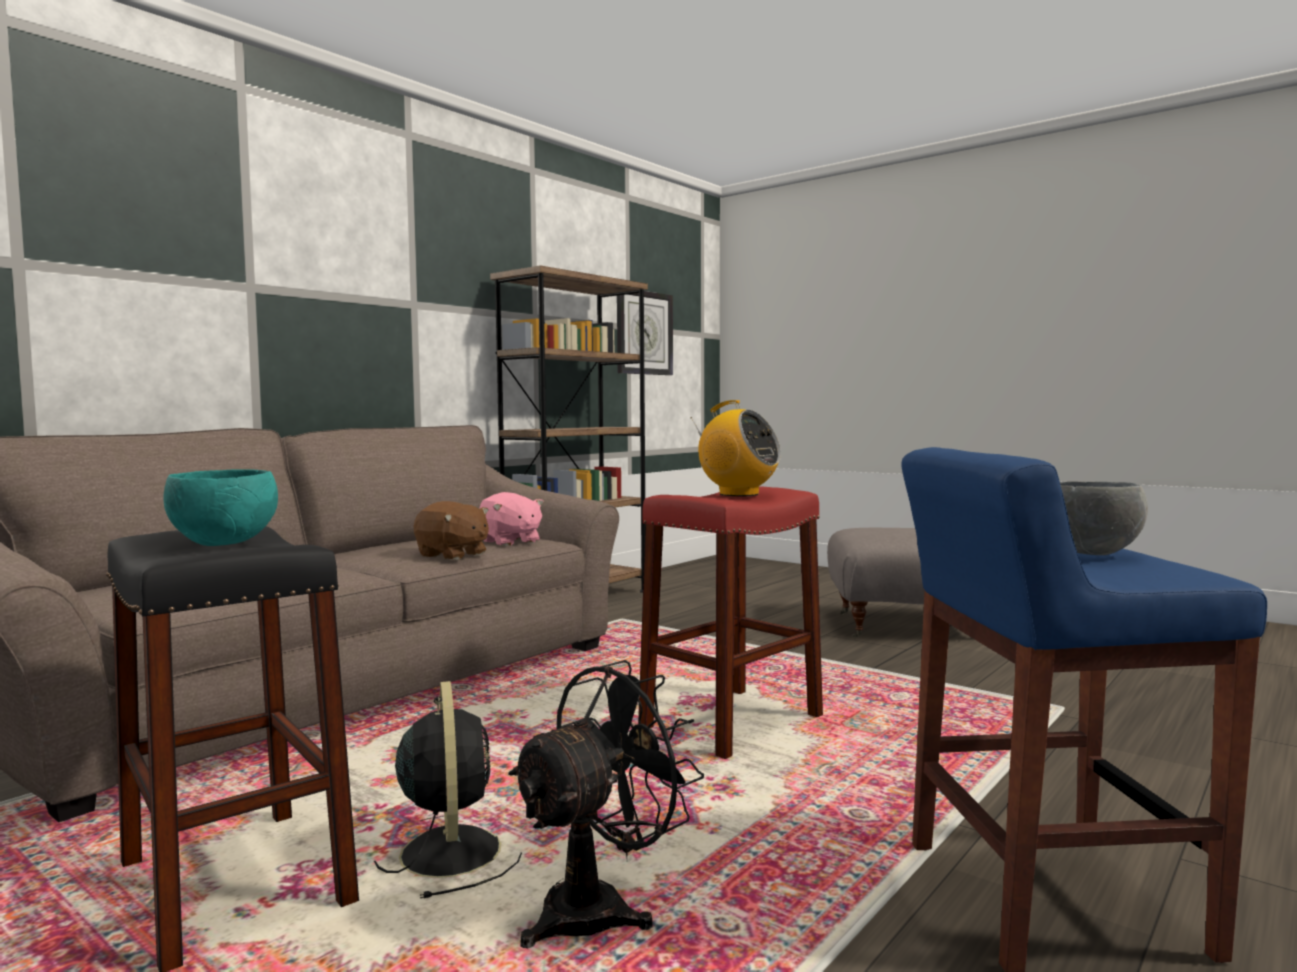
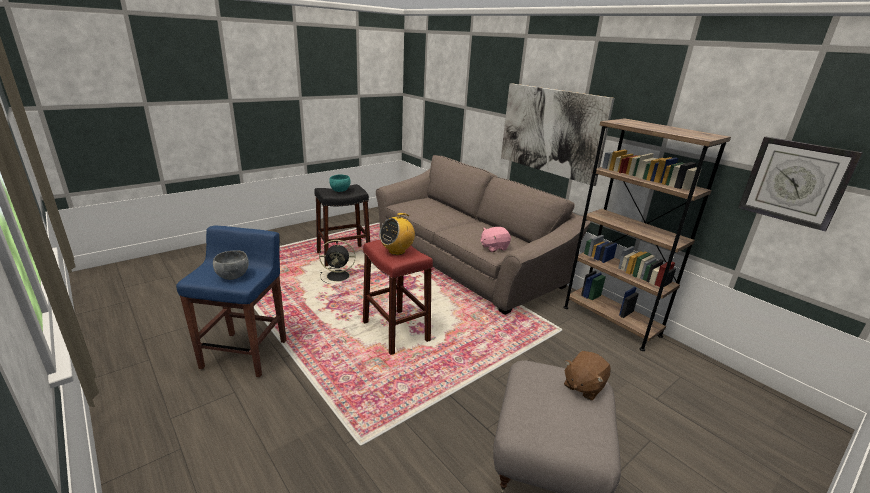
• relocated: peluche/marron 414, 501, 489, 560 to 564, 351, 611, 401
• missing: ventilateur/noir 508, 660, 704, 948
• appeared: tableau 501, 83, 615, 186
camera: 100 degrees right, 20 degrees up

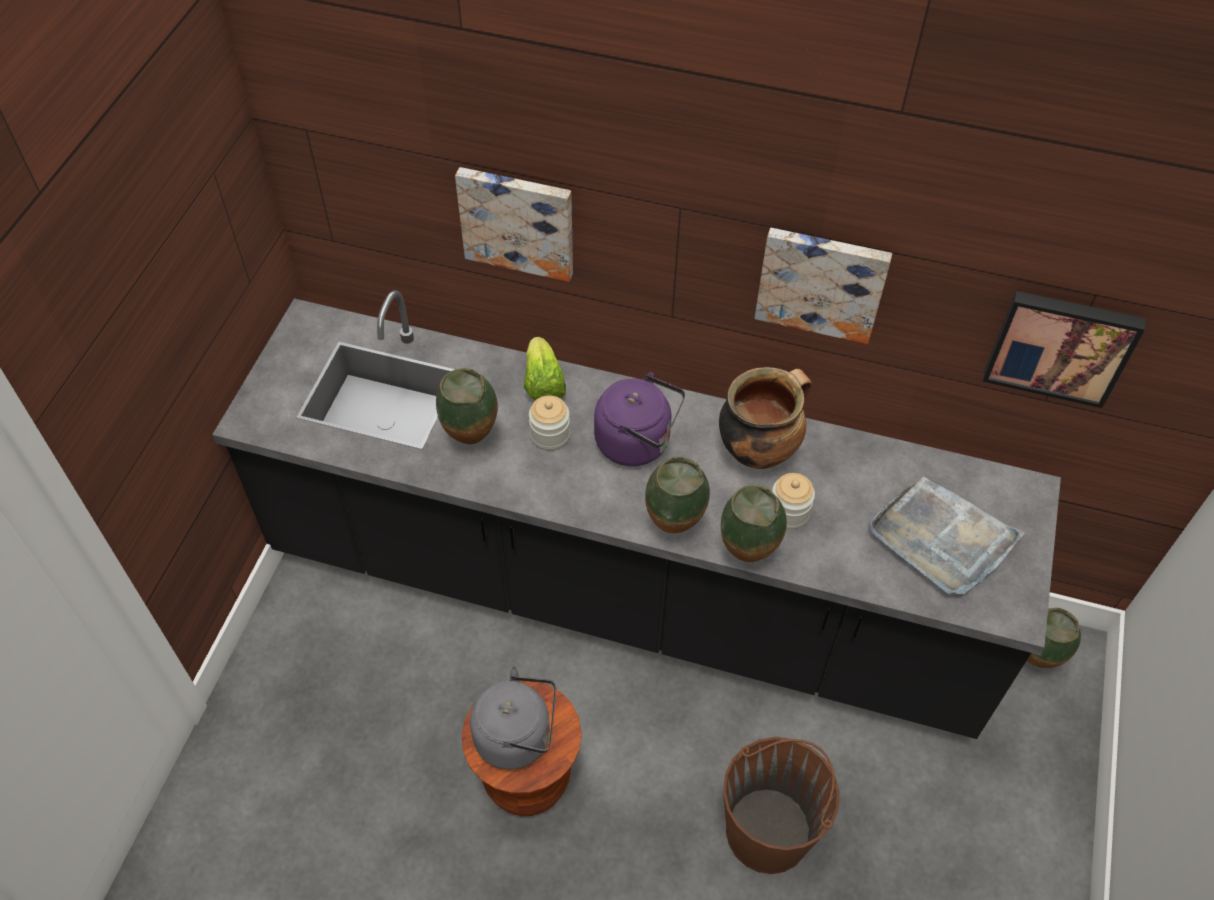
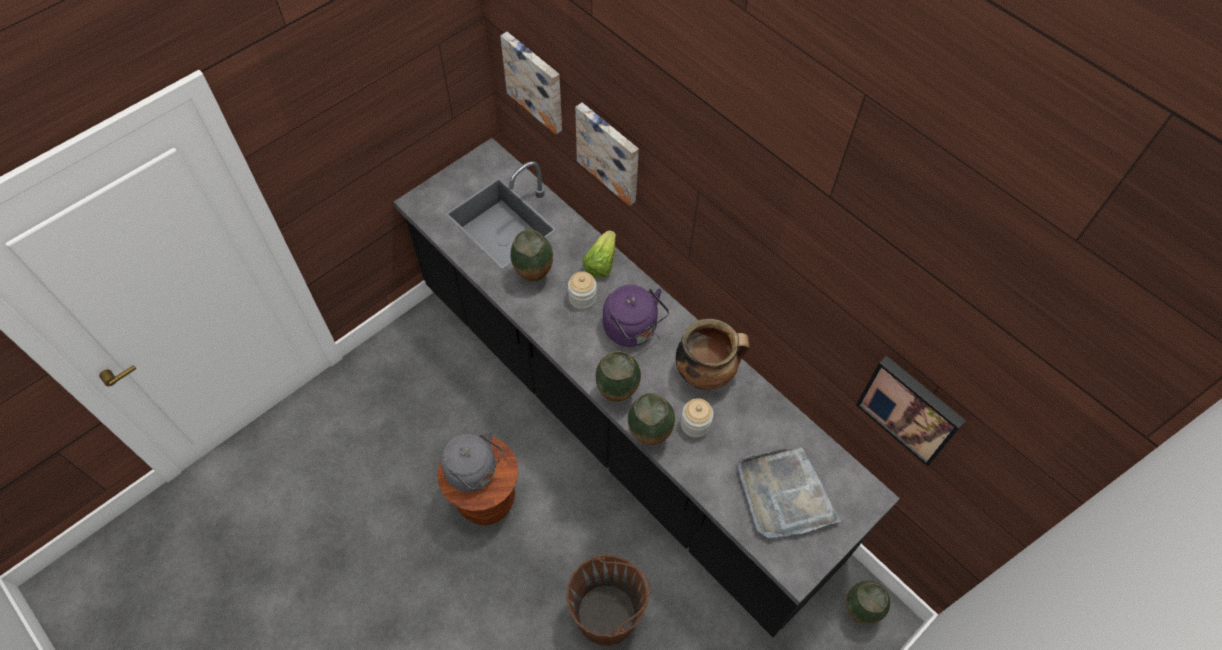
• relocated: tableau 755, 227, 892, 344 to 500, 32, 562, 135
camera: 30 degrees right, 5 degrees up

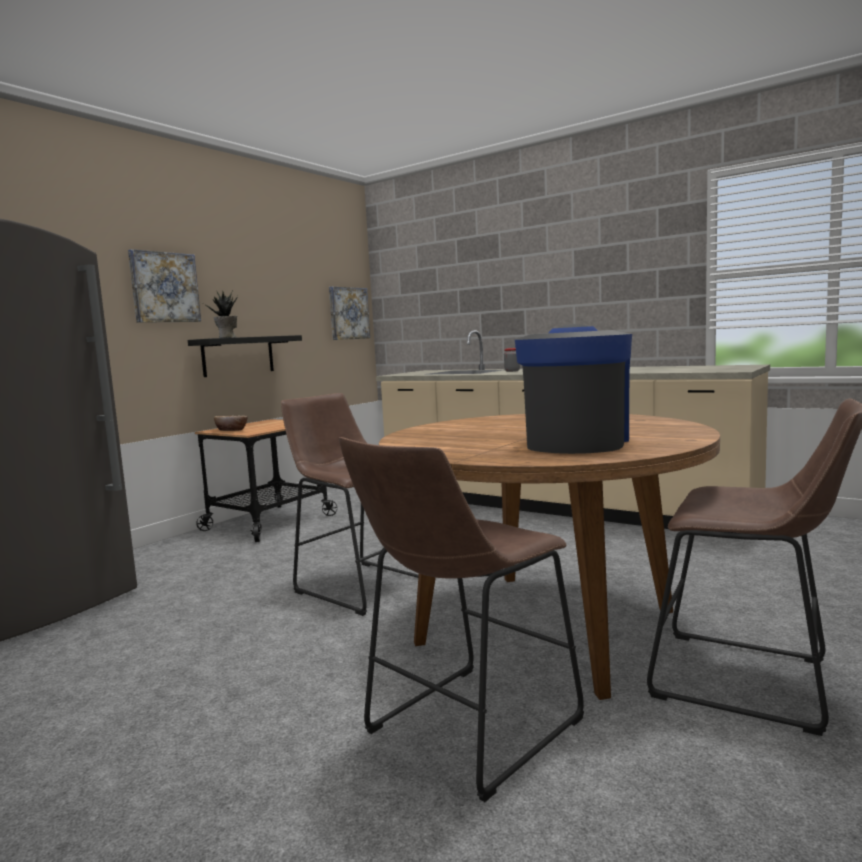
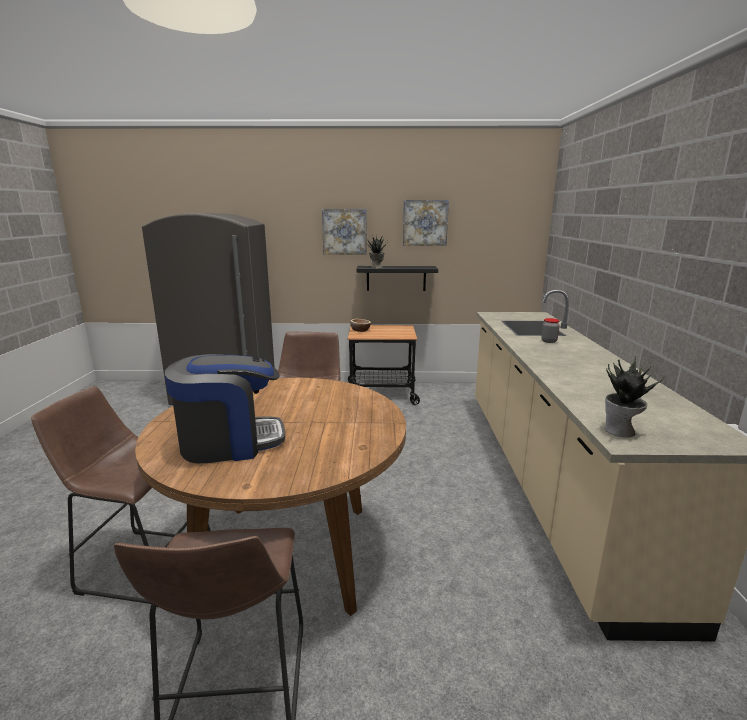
• relocated: tableau 329, 287, 370, 340 to 403, 200, 449, 246
• appeared: plante en pot 605, 356, 665, 437
camera: 55 degrees right, 10 degrees up

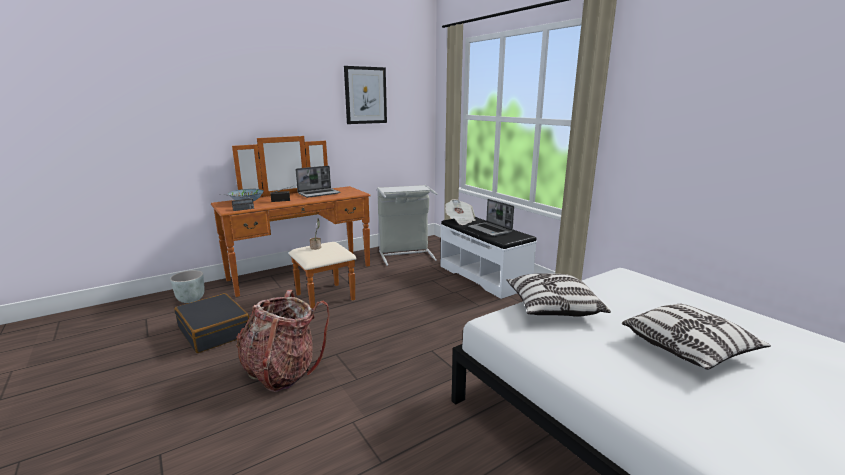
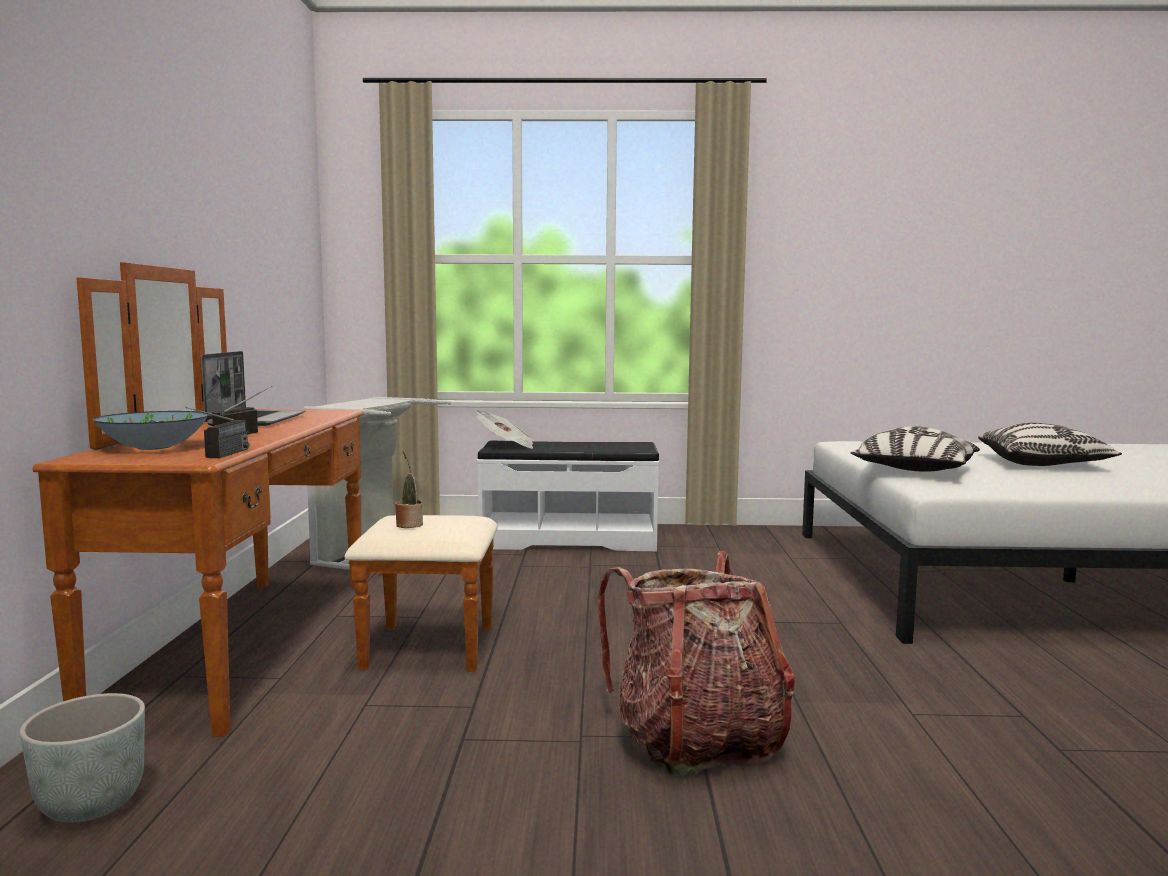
• missing: valise/noir 174, 293, 250, 353
• missing: tableau 344, 66, 387, 124
• missing: ordinateur portable 468, 199, 514, 236
camera: 55 degrees left, 10 degrees down

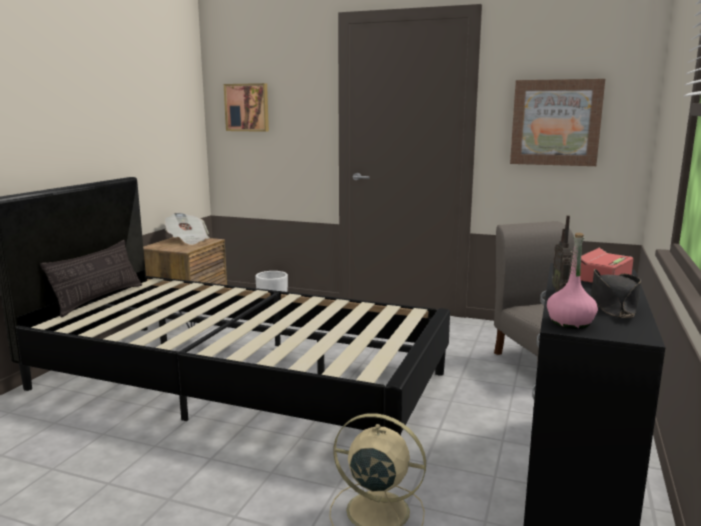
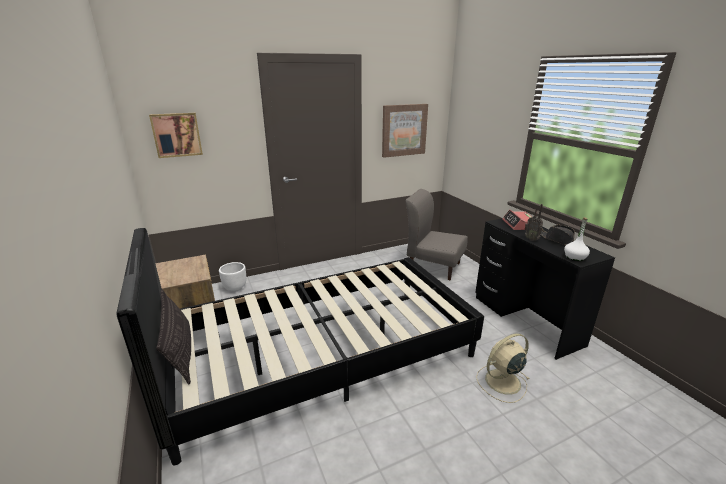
• missing: journal 165, 212, 210, 245
• colour: bouteille/rose 547, 233, 598, 329 to bouteille/blanc 564, 217, 590, 261
camera: 45 degrees left, 10 degrees up

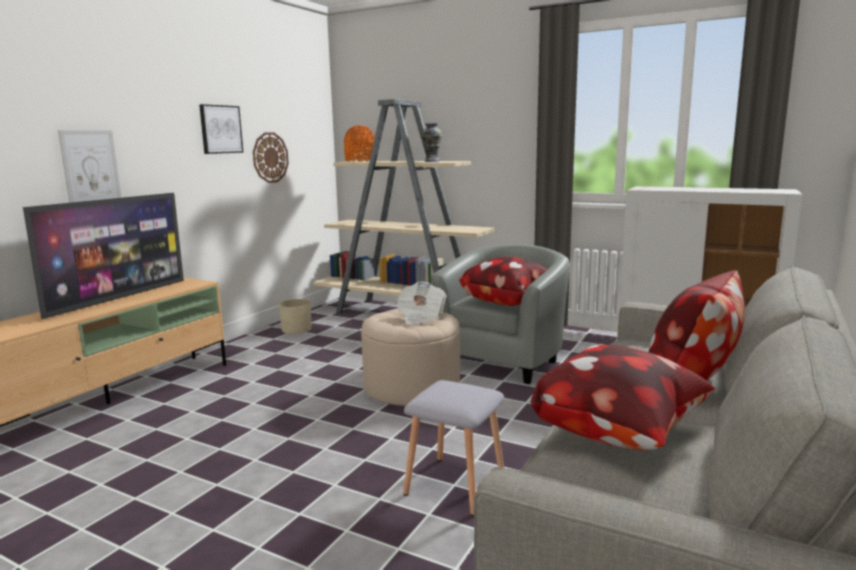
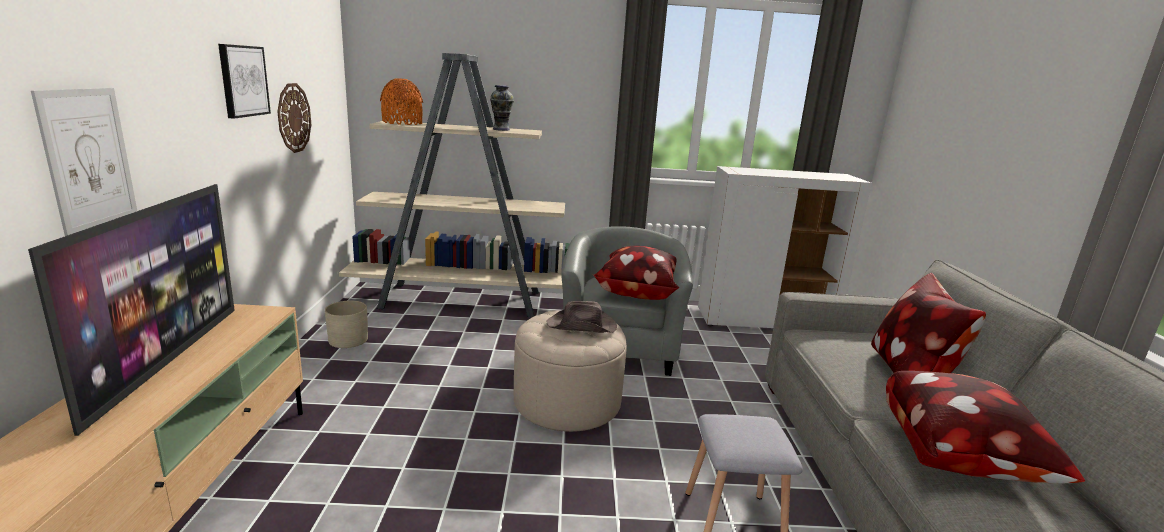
• exchanged: journal 396, 282, 447, 325 to chapeau/marron 547, 301, 617, 333
camera: 30 degrees left, 5 degrees up

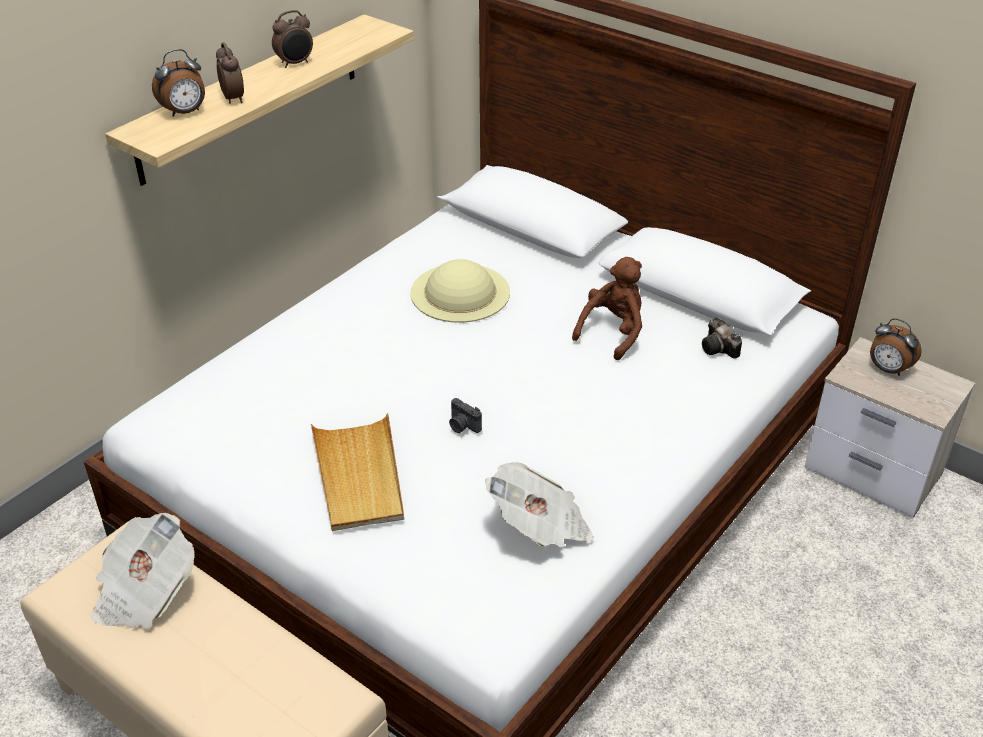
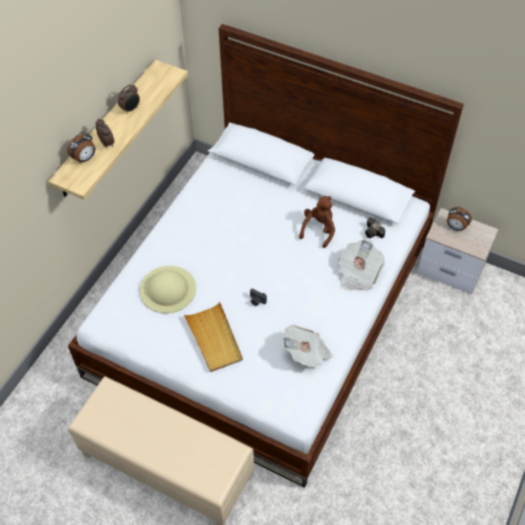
• relocated: journal 91, 513, 194, 630 to 338, 239, 385, 291
• relocated: chapeau/beige 411, 259, 510, 323 to 139, 266, 196, 313
camera: 10 degrees left, 15 degrees up

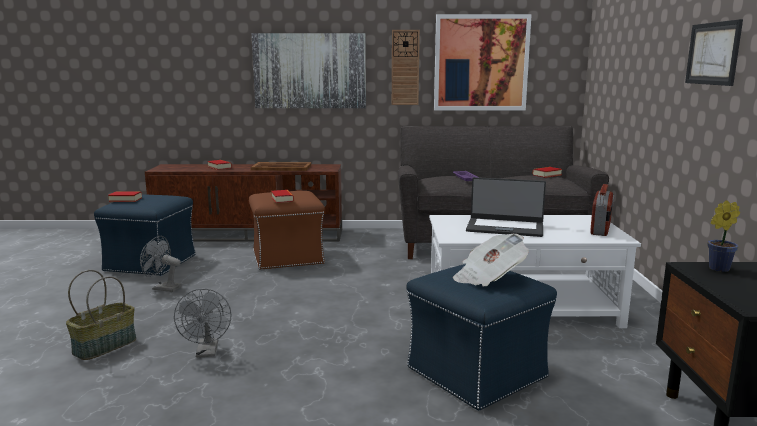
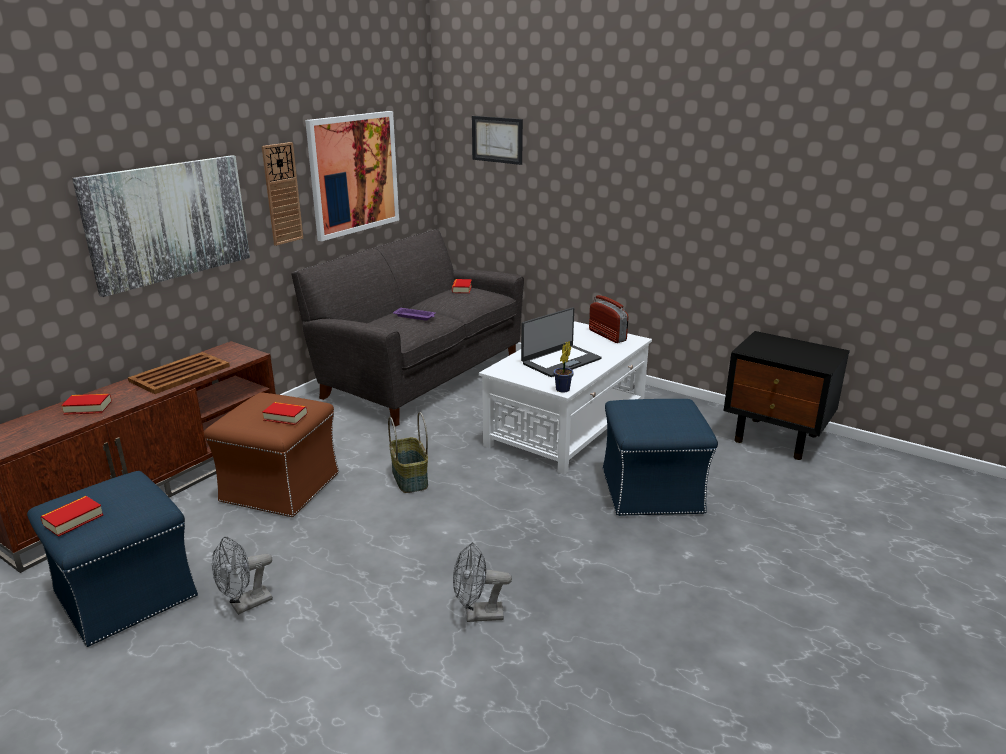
• relocated: panier 66, 270, 136, 360 to 388, 412, 428, 493
• spun: ventilateur/gris 174, 289, 232, 358 = 453, 542, 512, 622 150 degrees clockwise
• missing: journal 453, 234, 529, 287
• relocated: tableau 685, 19, 743, 86 to 472, 116, 523, 165
• relocated: plante en pot 708, 200, 740, 272 to 553, 341, 574, 393
camera: 55 degrees left, 10 degrees up

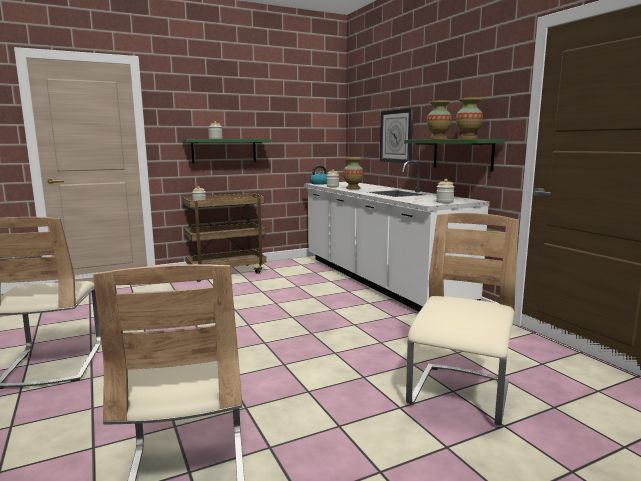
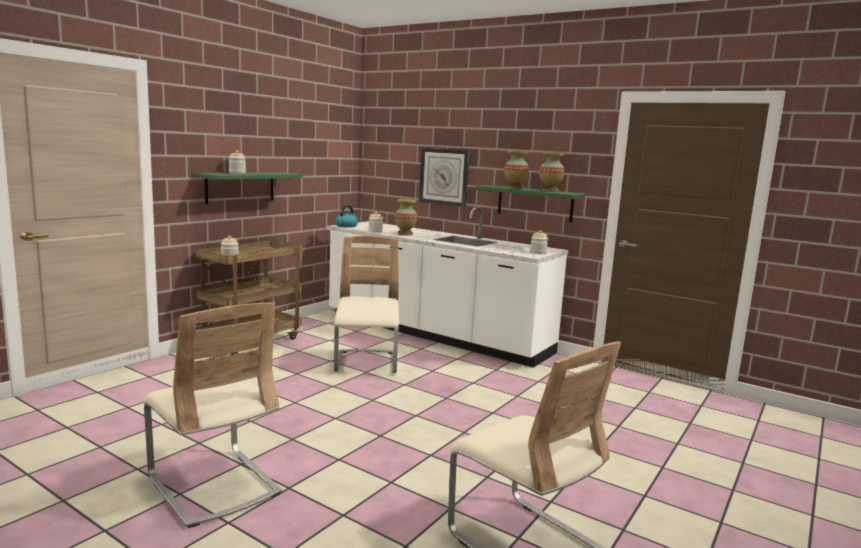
• relocated: chaise/beige 406, 213, 519, 426 to 334, 236, 399, 373
camera: 30 degrees left, 0 degrees up

